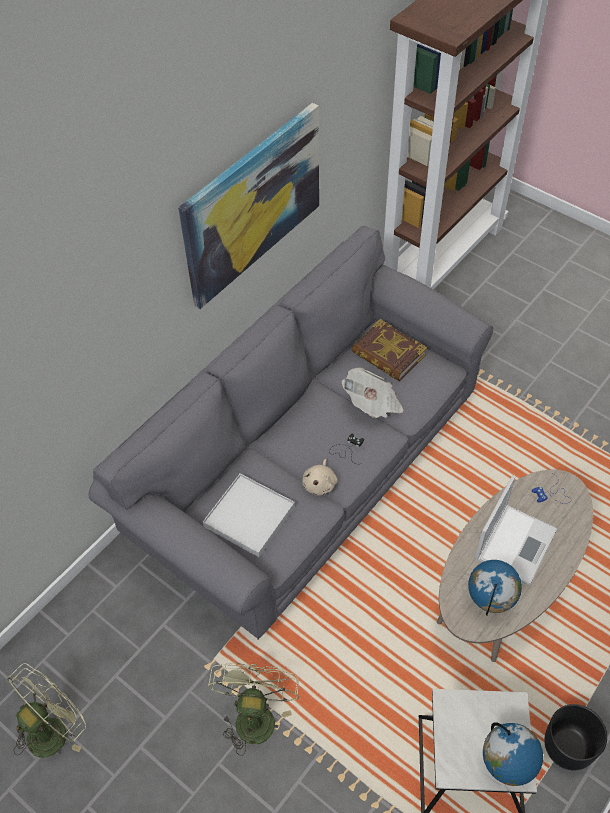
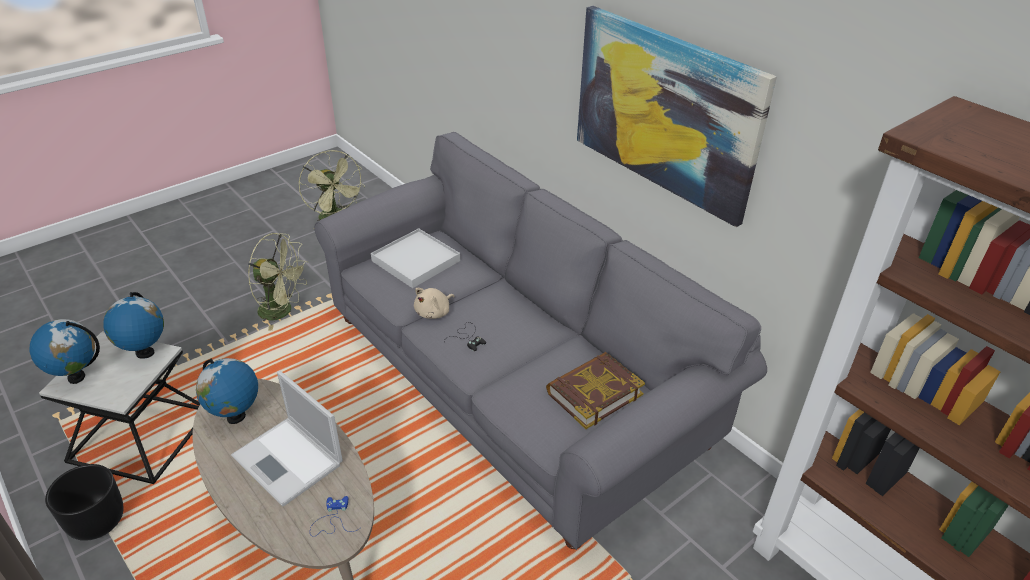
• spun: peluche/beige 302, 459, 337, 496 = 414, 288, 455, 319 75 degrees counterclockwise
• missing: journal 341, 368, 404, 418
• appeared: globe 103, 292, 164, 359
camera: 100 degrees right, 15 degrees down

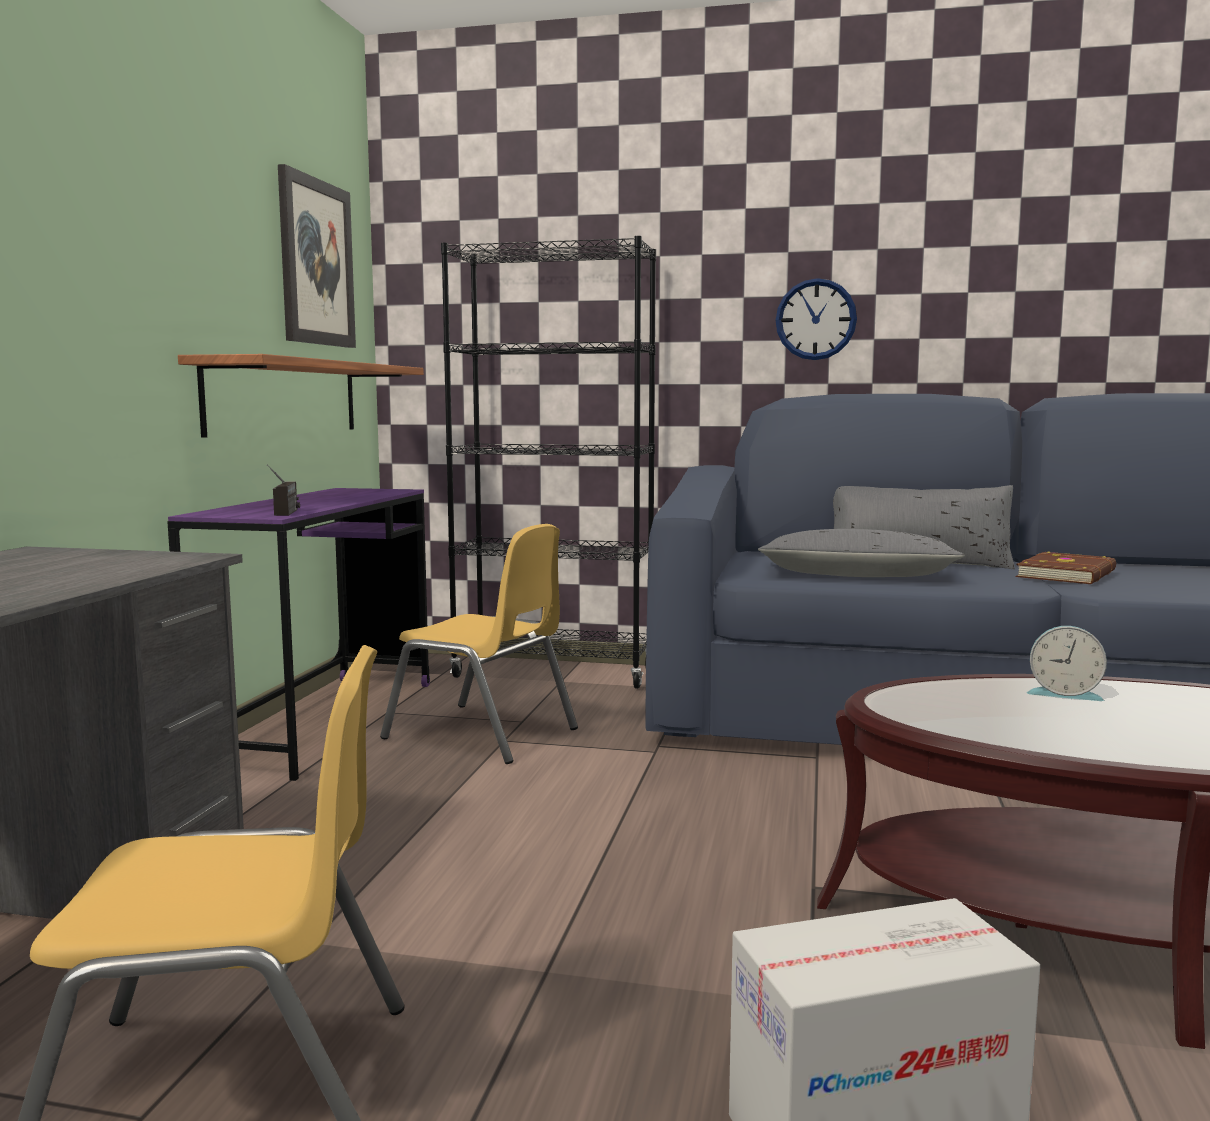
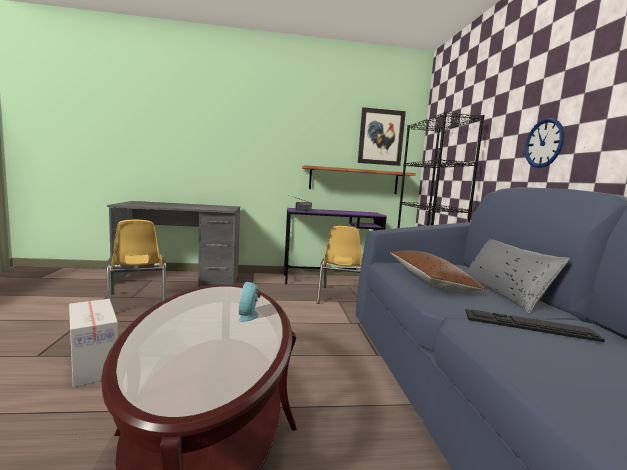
• colour: coussin/gris 758, 529, 965, 577 to coussin/marron 390, 250, 486, 291
• exchanged: livre/marron 1016, 551, 1116, 584 to clavier 465, 309, 605, 342
camera: 70 degrees right, 0 degrees up

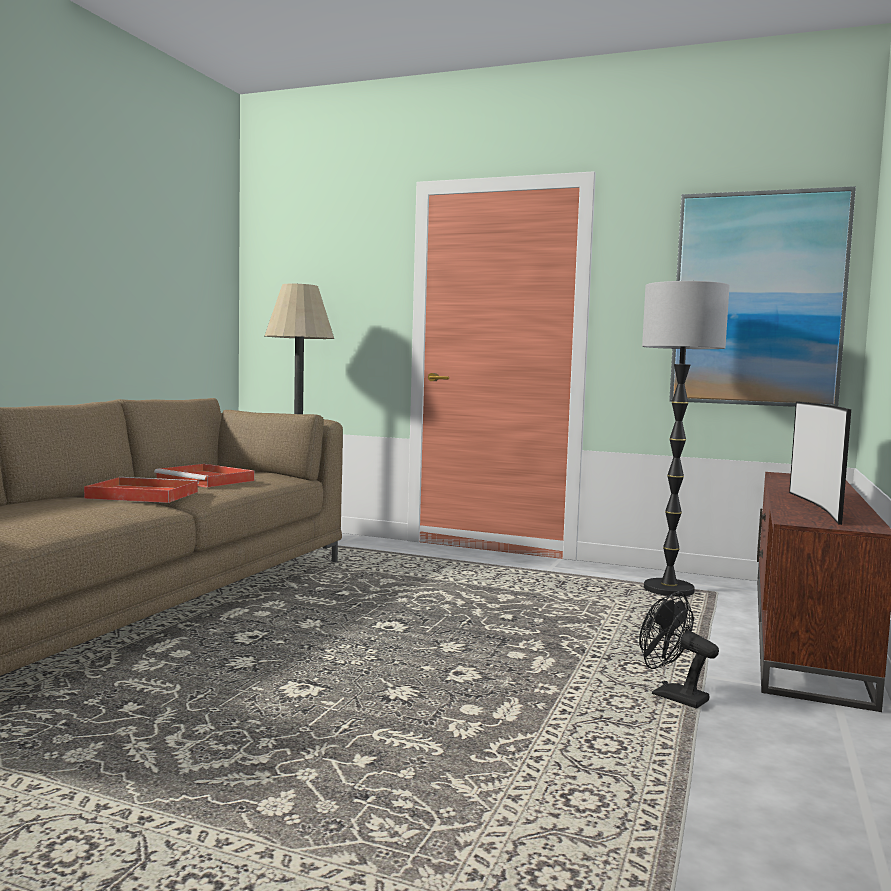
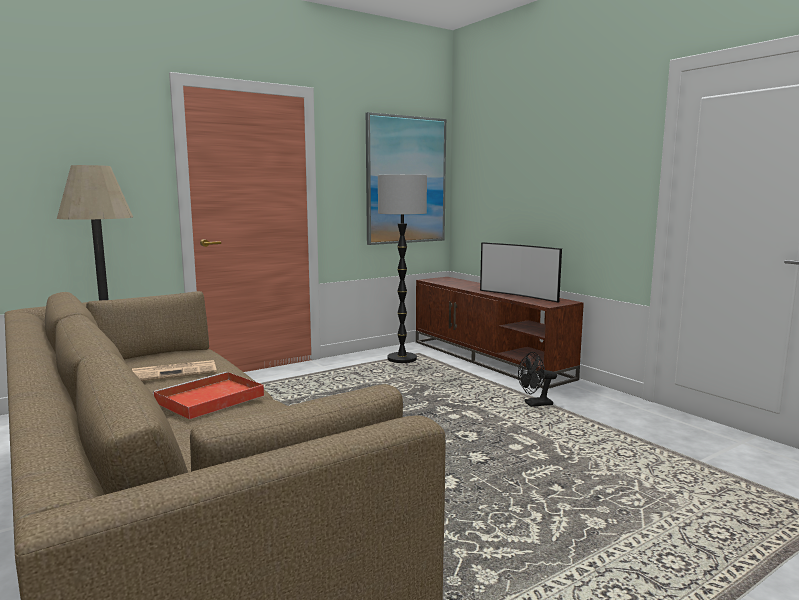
• exchanged: plateau/rouge 154, 464, 254, 488 to journal 132, 360, 217, 381
camera: 55 degrees left, 5 degrees up

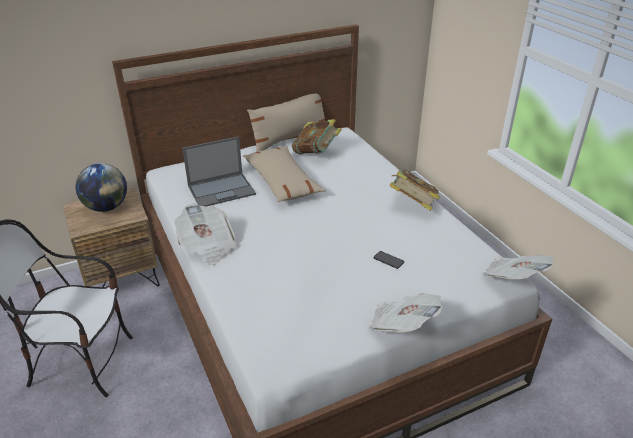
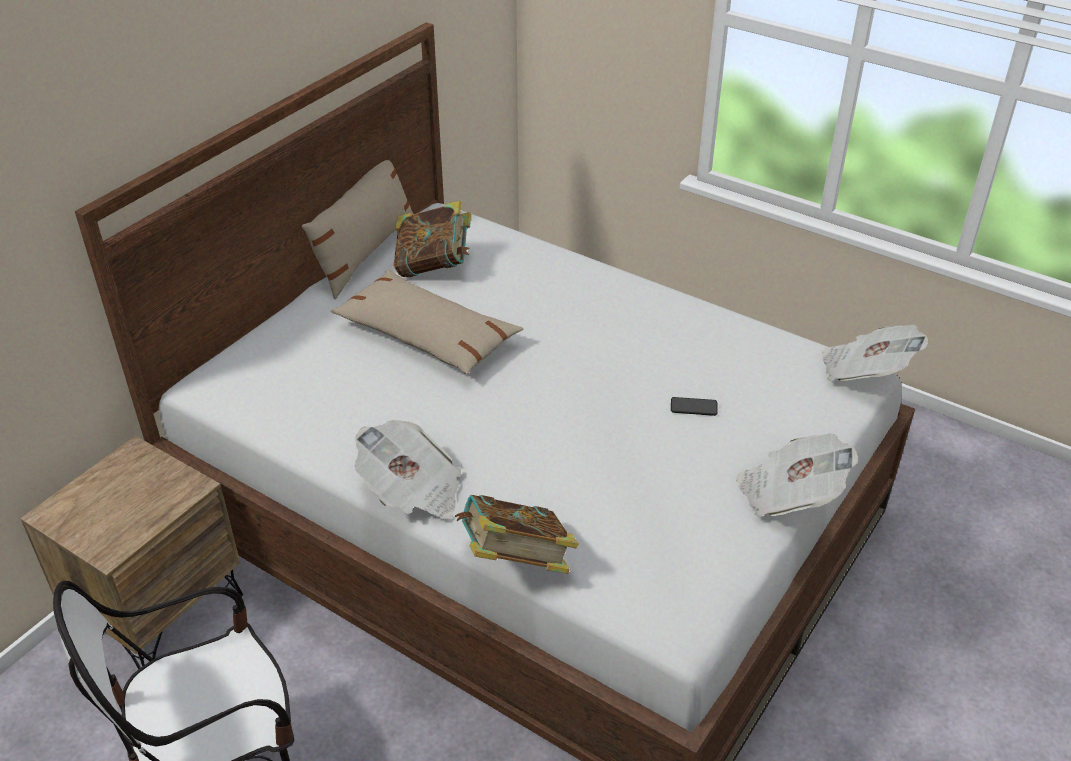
• missing: globe 75, 163, 127, 212
• missing: ordinateur portable 182, 136, 256, 206
• relocated: livre 389, 168, 440, 211 to 455, 495, 579, 574
camera: 30 degrees left, 5 degrees up

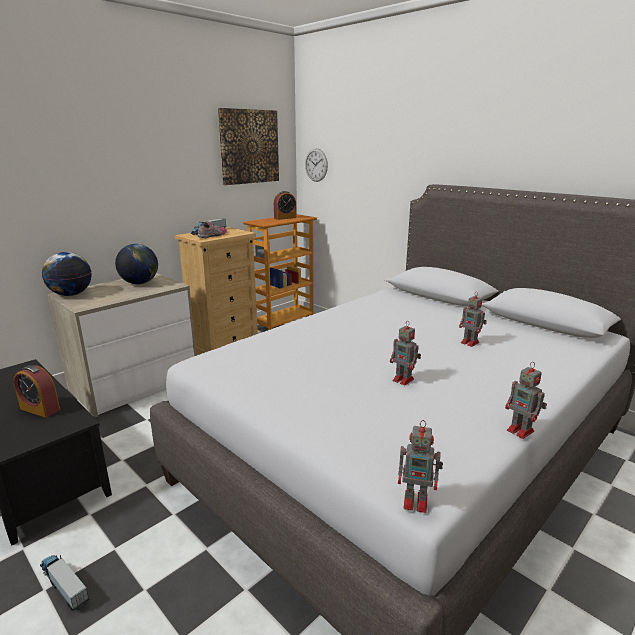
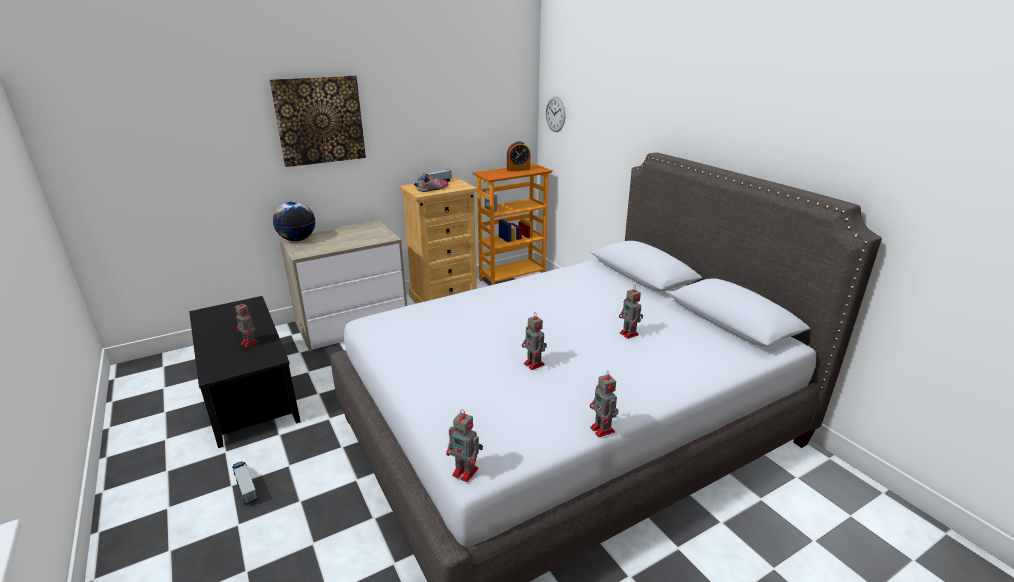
• exchanged: réveil 14, 365, 60, 418 to robot jouet 235, 301, 259, 347
• missing: globe 115, 244, 158, 284
• relocated: tableau 217, 108, 279, 185 to 270, 76, 366, 167
camera: 15 degrees right, 5 degrees up

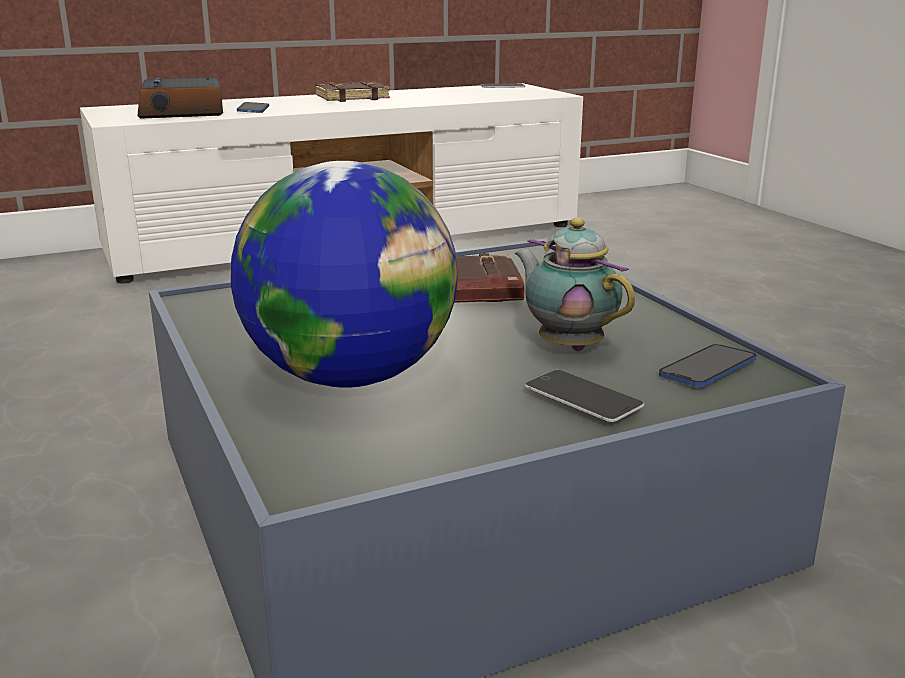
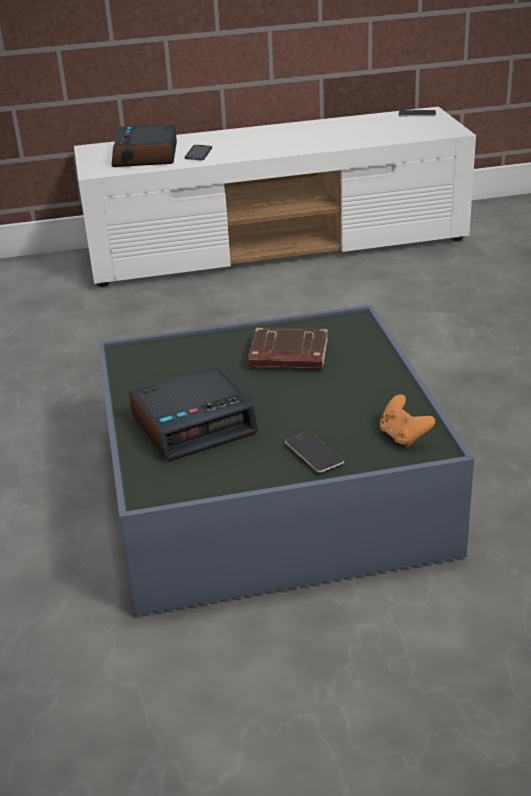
• exchanged: globe 231, 161, 458, 388 to réveil 129, 366, 258, 461
• missing: livre/marron 315, 81, 390, 102
• missing: théière 515, 218, 635, 351
• exchanged: téléphone 659, 344, 757, 387 to manette/orange 380, 394, 435, 448
camera: 15 degrees right, 10 degrees up

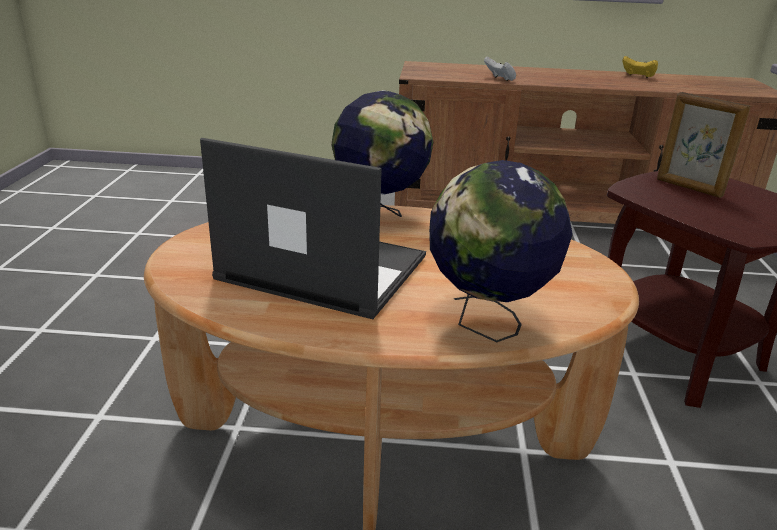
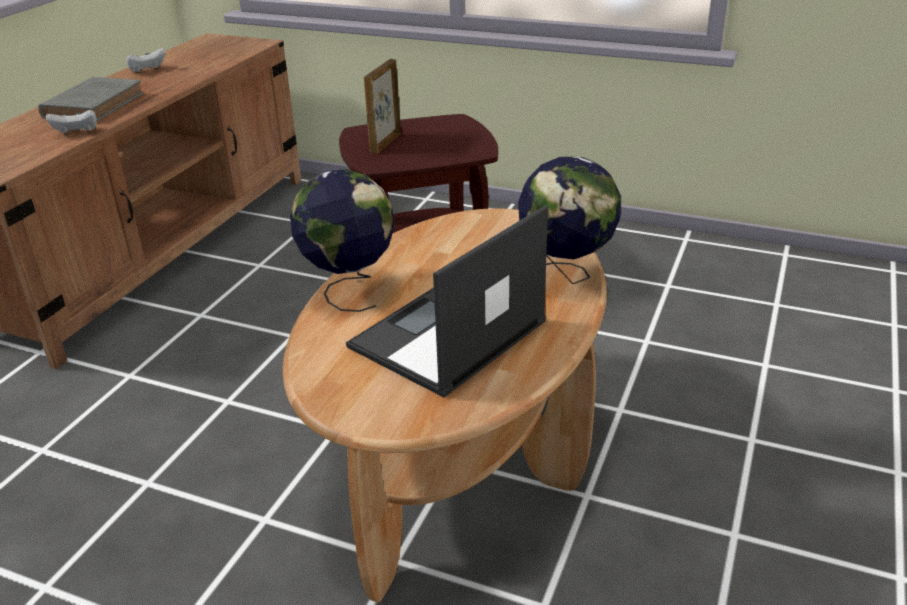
• colour: manette/jaune 622, 56, 658, 78 to manette/blanc 126, 48, 165, 73
• spun: cadre photo 657, 92, 750, 198 = 364, 59, 401, 154 135 degrees clockwise
• appeared: livre/gris 38, 77, 144, 121
camera: 70 degrees left, 5 degrees up

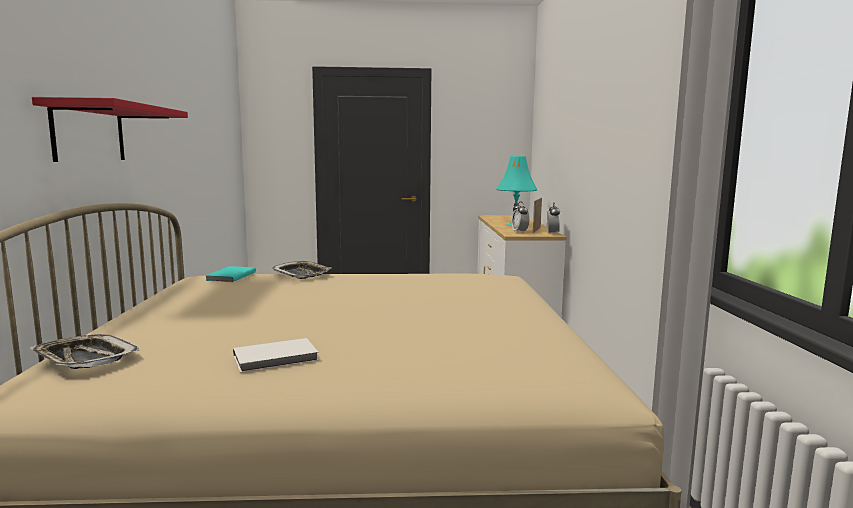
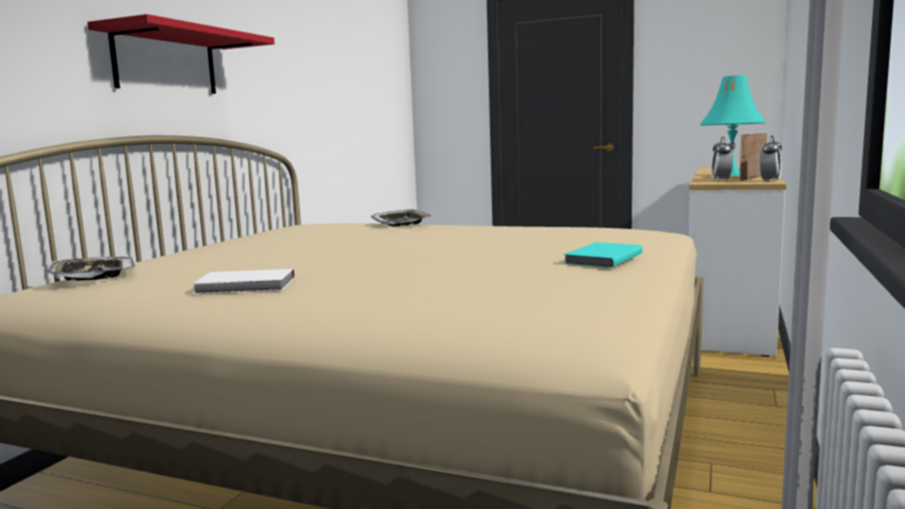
• relocated: livre/turquoise 205, 266, 256, 282 to 564, 242, 643, 268
camera: 25 degrees right, 0 degrees up

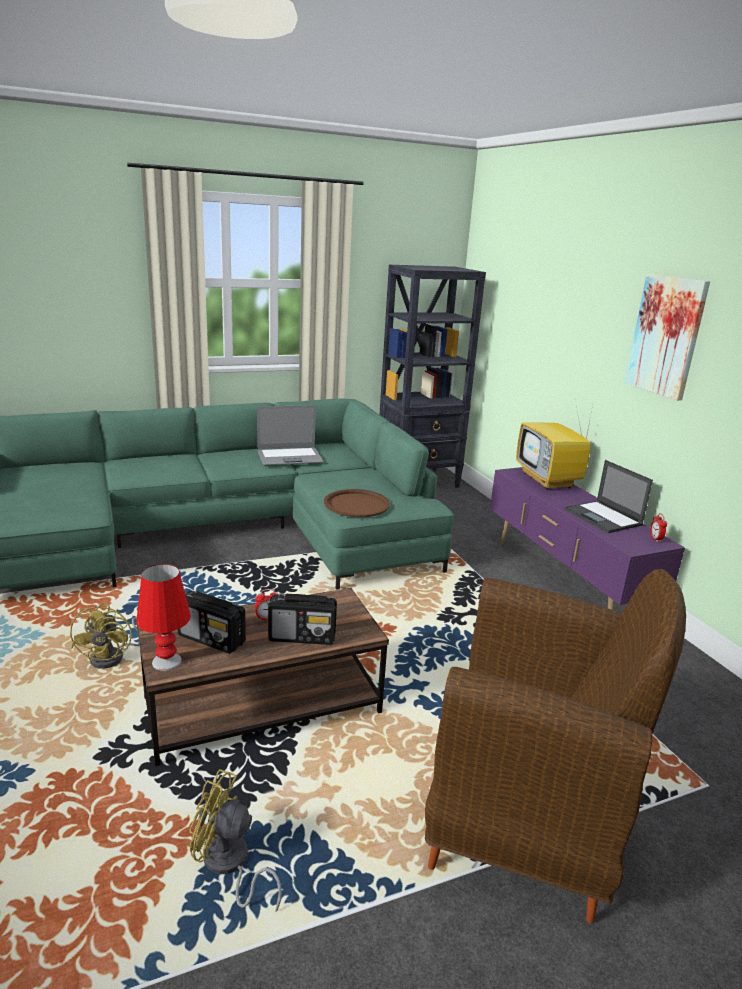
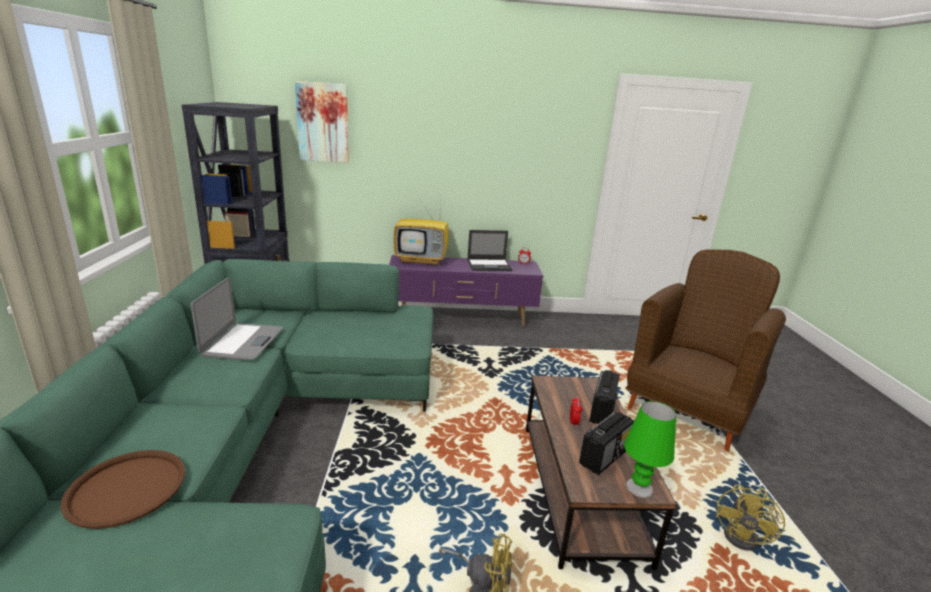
• colour: lampe de table/rouge 136, 564, 191, 671 to lampe de table/vert 624, 401, 676, 498
• relocated: plateau/marron 324, 489, 390, 517 to 60, 450, 185, 529
• relocated: tableau 625, 273, 710, 401 to 295, 81, 349, 163
camera: 70 degrees left, 0 degrees up

